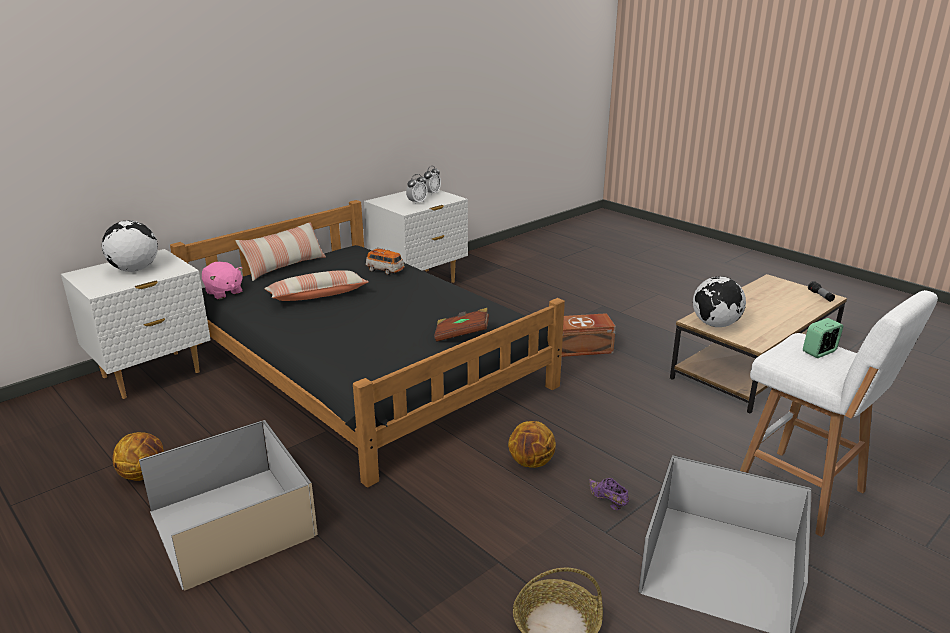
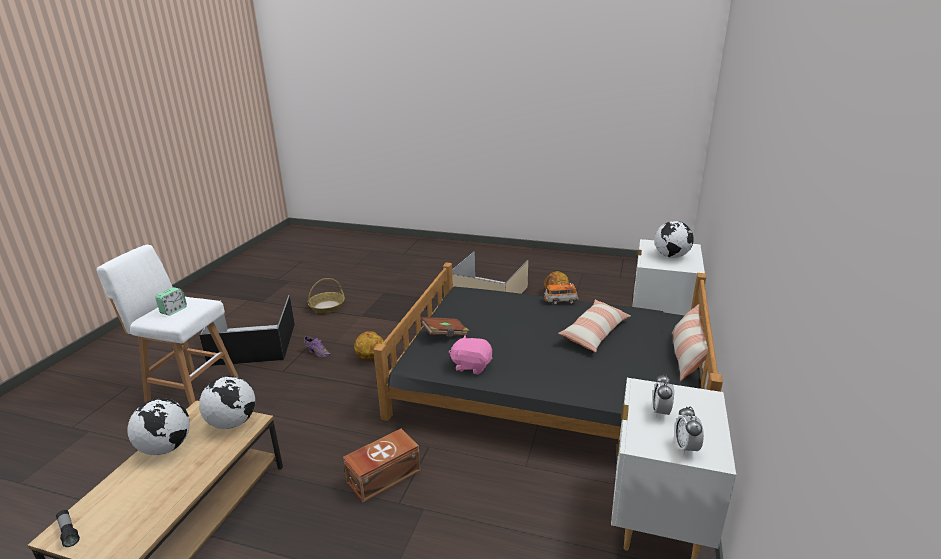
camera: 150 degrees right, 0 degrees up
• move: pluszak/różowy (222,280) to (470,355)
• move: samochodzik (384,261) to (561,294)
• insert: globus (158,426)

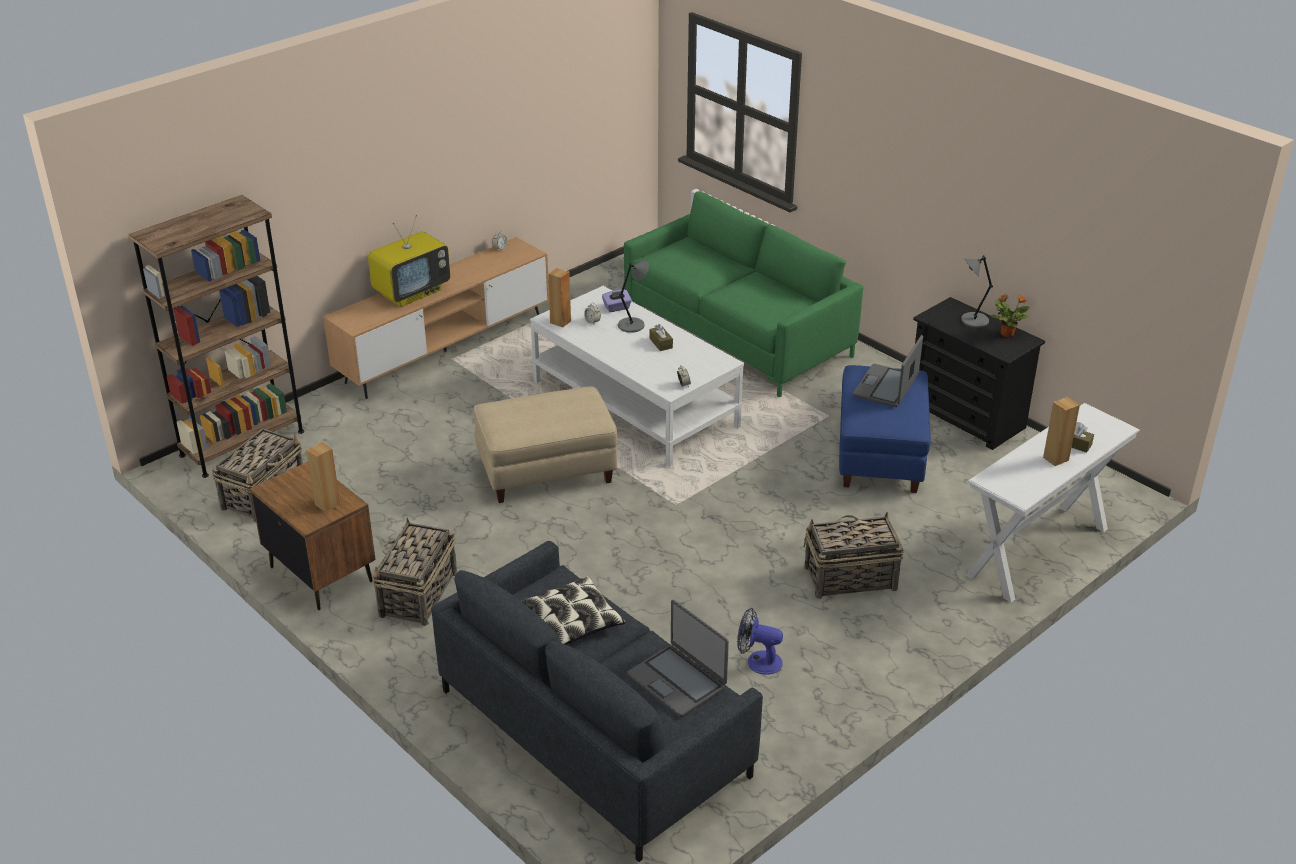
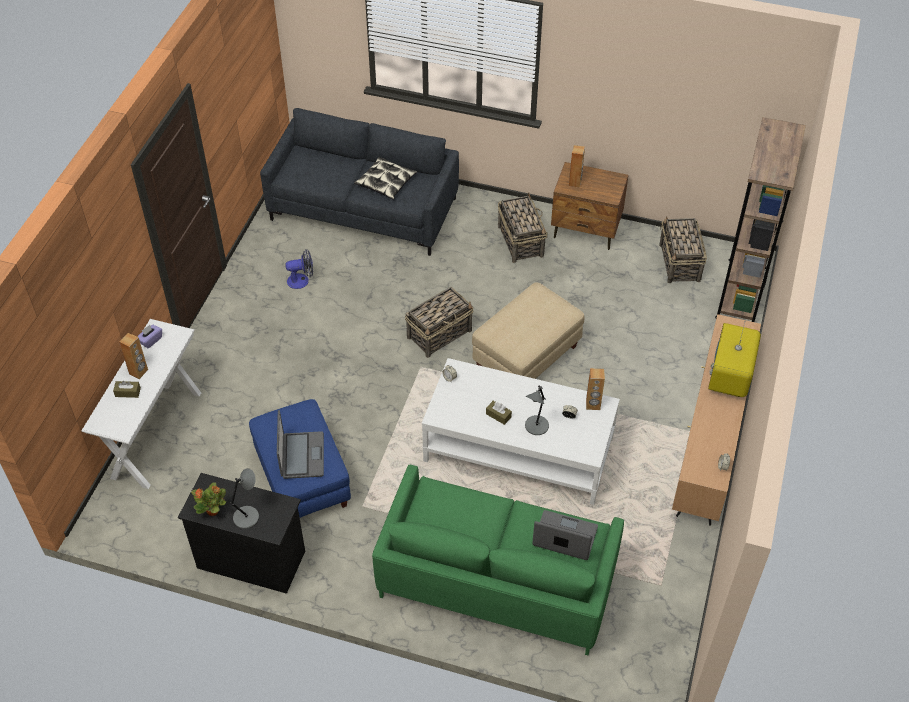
camera: 150 degrees right, 15 degrees up
• move: pudełko chusteczek/fioletowy (617,301) to (149,336)
• move: laptop (678,658) to (565,535)
• move: koszyk (854,555) to (439,322)

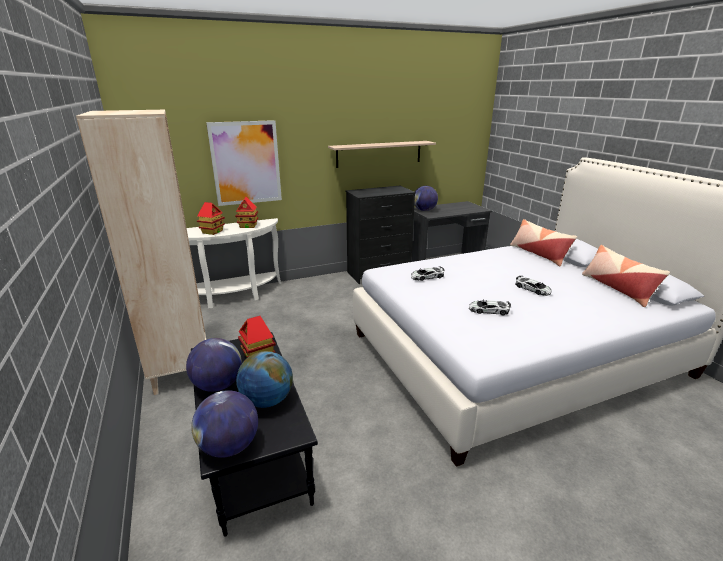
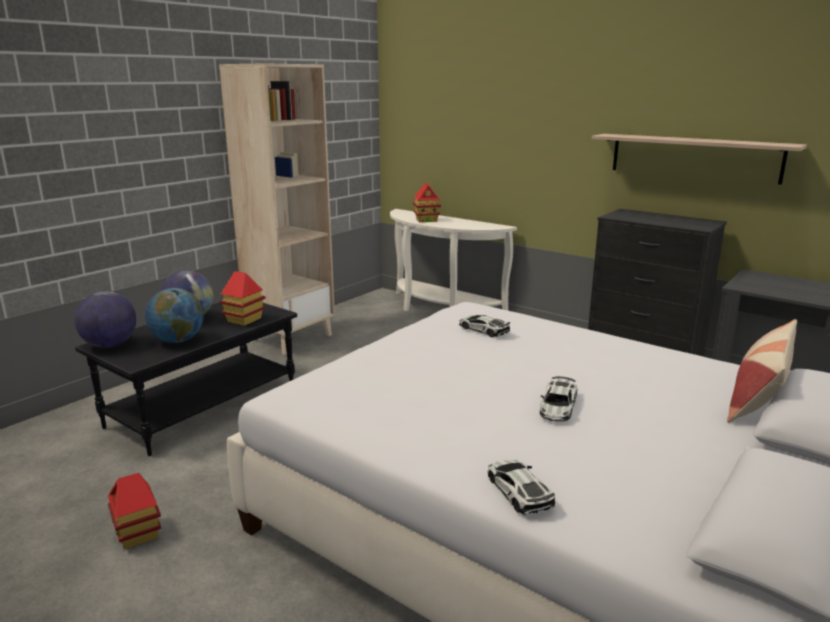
camera: 60 degrees right, 5 degrees down
• delete: obraz (244,163)
• move: domek (246,212) to (134,511)
• delete: globus (426,198)
• move: samochodzik (490,307) to (521,487)
• delete: poduszka (626,276)

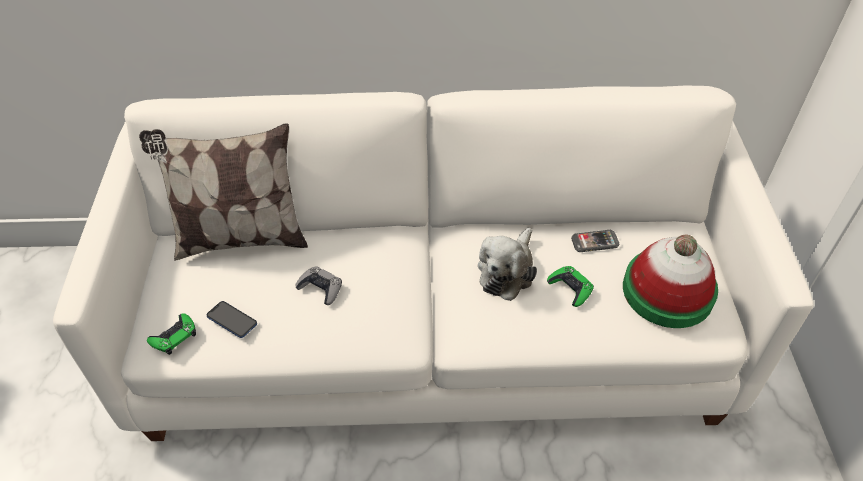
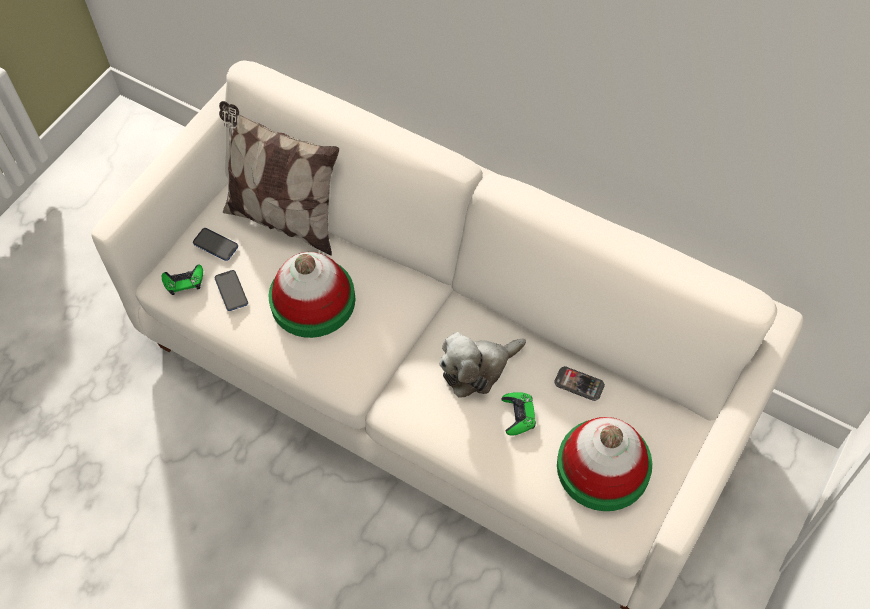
camera: 35 degrees right, 10 degrees up
• replace: pad do gier/szary (319,286) to kapelusz (312,295)
• insert: telefon (215,244)

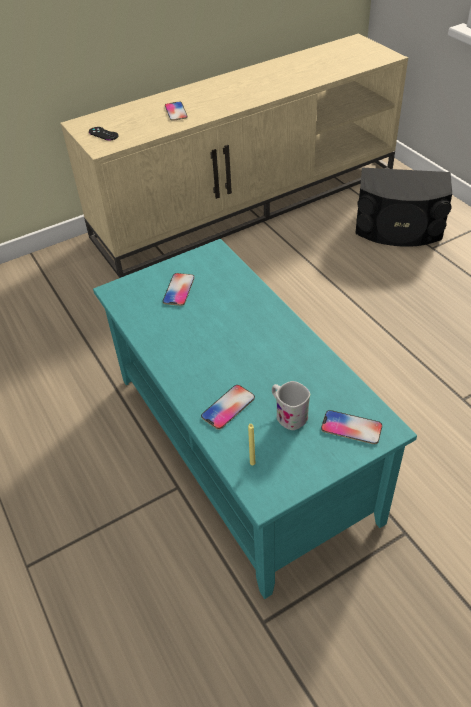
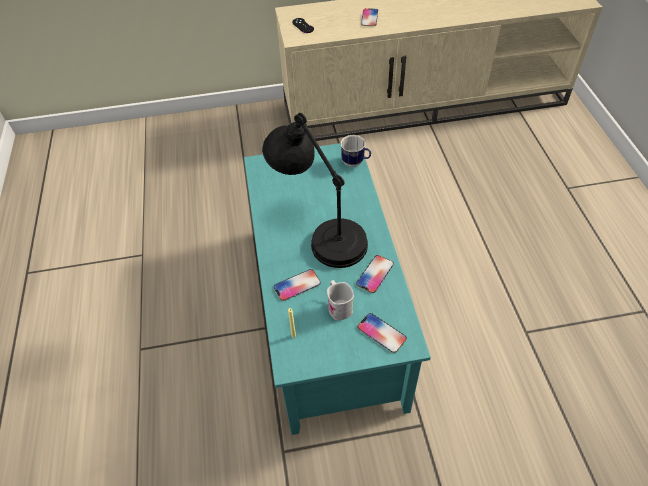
camera: 20 degrees right, 5 degrees up
• move: telefon (179,289) to (375,274)
• delete: głośnik/czarny (403,207)
• insert: lampa stołowa/czarny (315,190)
• insert: kubek (356,151)

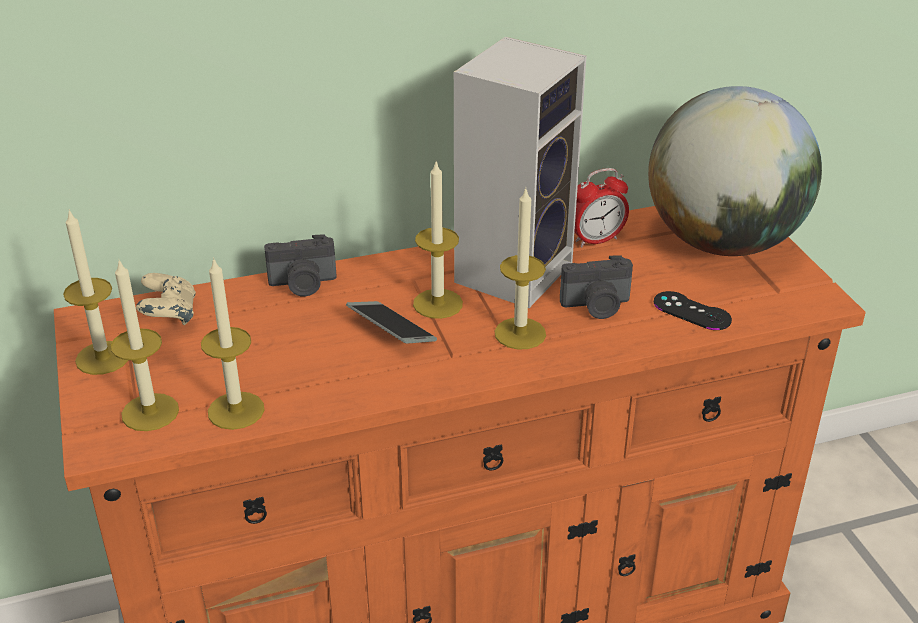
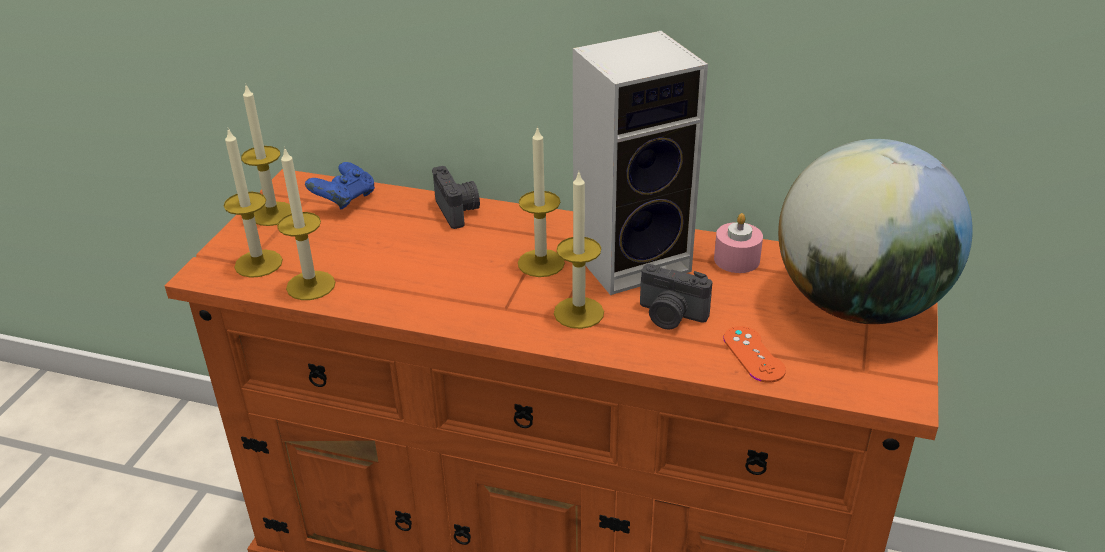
camera: 35 degrees right, 0 degrees up
• recolor: pad do gier/beżowy (166,299) to pad do gier/niebieski (340,186)
• rotate: aparat fotograficzny (300,265) = (456,197) 135 degrees counterclockwise
• delete: telefon (391,322)
• replace: budzik (602,207) to świeca/różowy (738,243)
• recolor: pad do gier/czarny (693,310) to pad do gier/pomarańczowy (755,354)

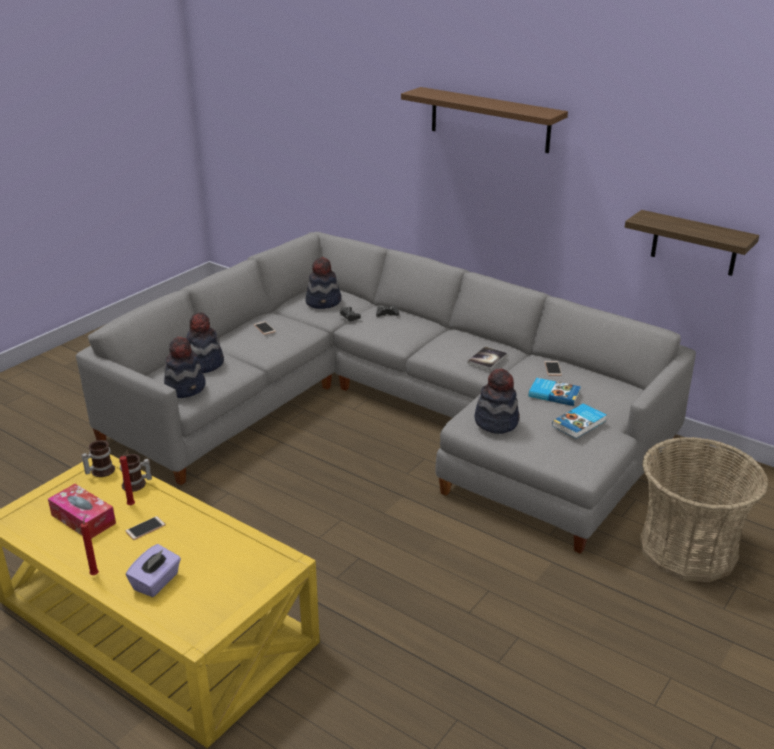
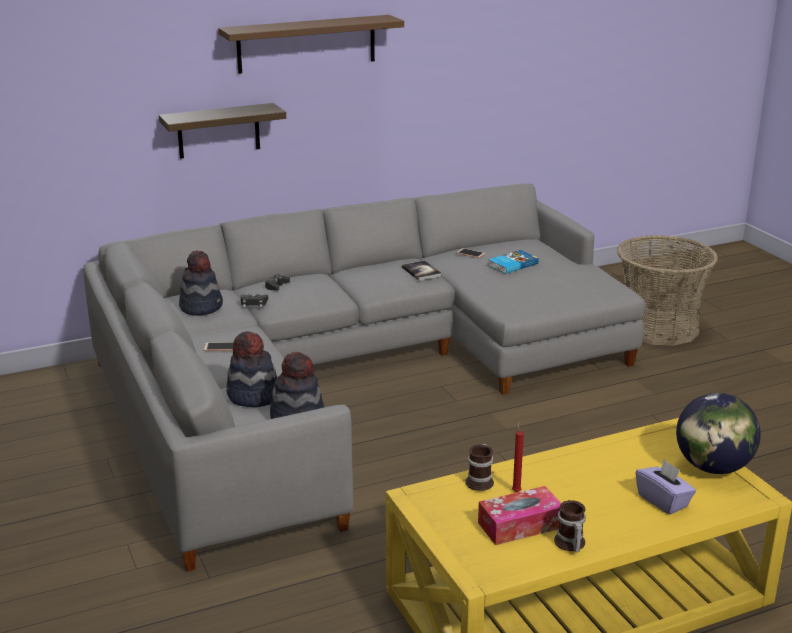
camera: 60 degrees left, 5 degrees down
• delete: świeca/czerwony (89,544)
• move: kubek (98,458) to (570,526)
• delete: telefon (145,528)
• delete: kapelusz (497,401)
• delete: książka (579,421)
• move: półka (692,243) to (222,131)
• insert: globus (718,433)

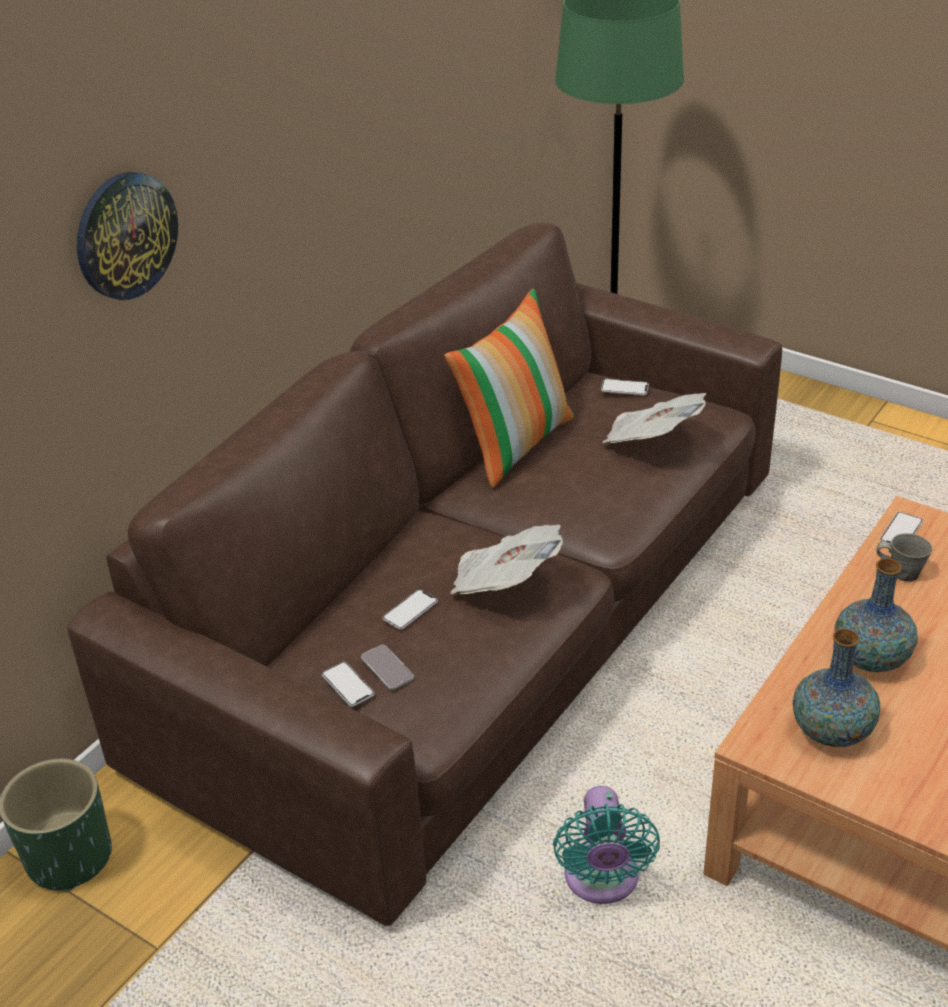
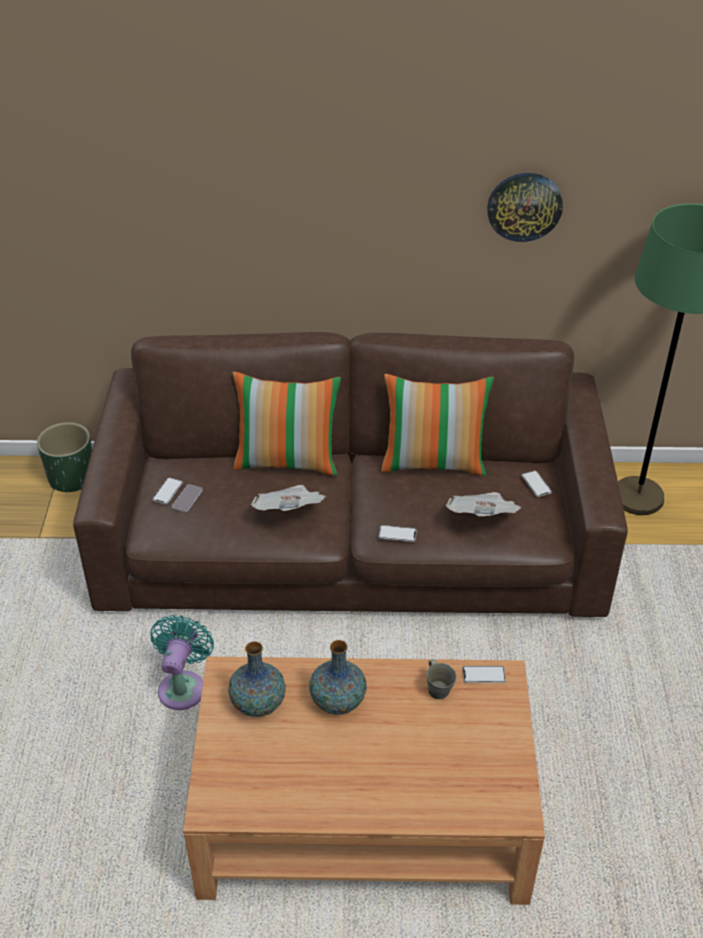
camera: 55 degrees right, 5 degrees up
• move: zegar ścienny (127,236) to (525,207)
• move: telefon (410,609) to (397,533)
• rotate: wentylator/turkusowy (606,845) = (182,662) 135 degrees clockwise
• insert: poduszka (287,424)

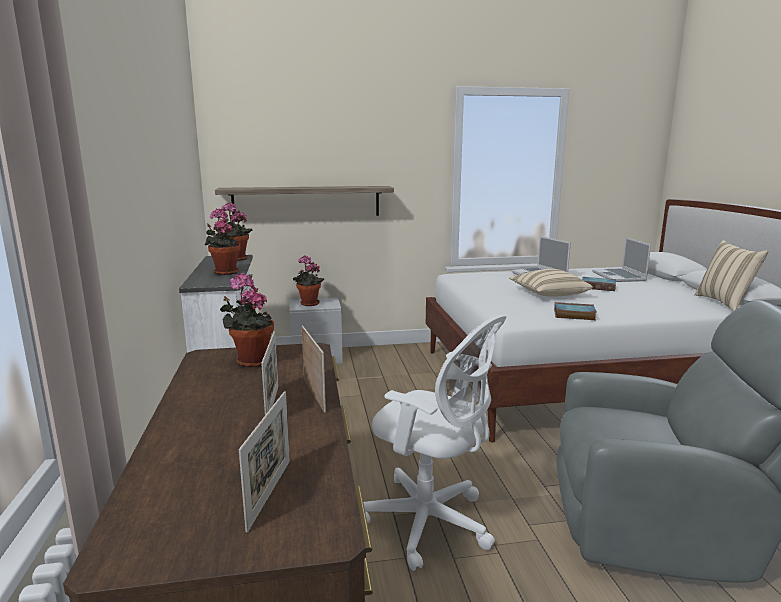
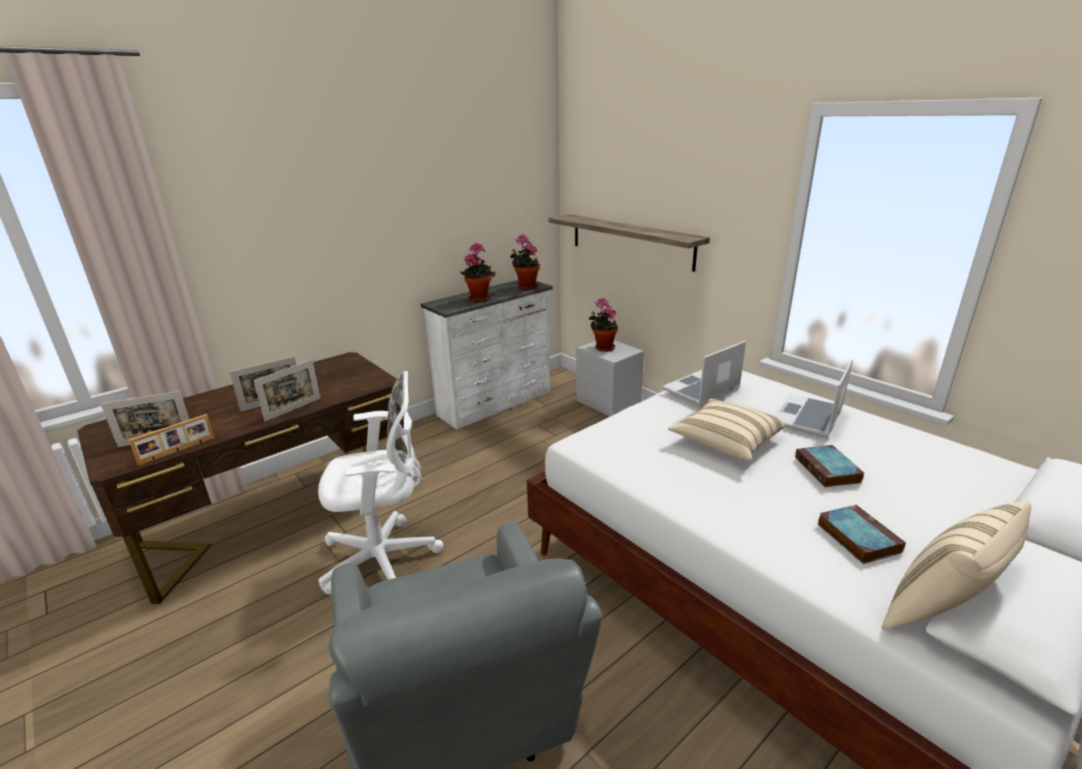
camera: 60 degrees right, 10 degrees up
• delete: roślina doniczkowa (247,320)
• rotate: krzesło biurowe/biały (435,443) = (380,483) 105 degrees counterclockwise
• move: książka (575,311) to (862,534)
• move: laptop (621,259) to (704,373)
• insert: ramka na zdjęcie (172,439)

